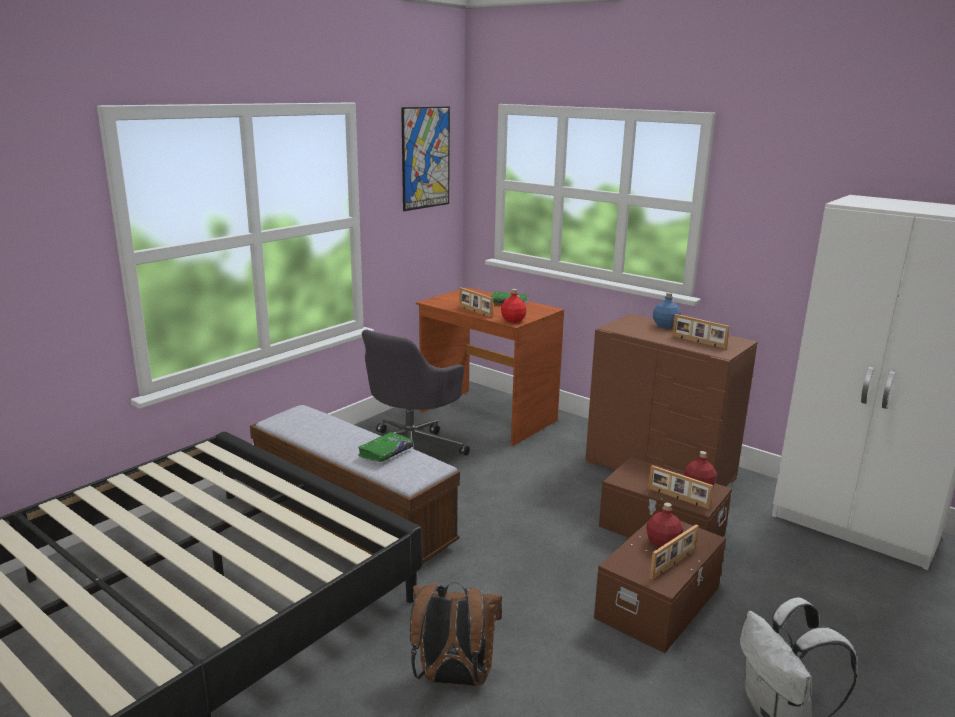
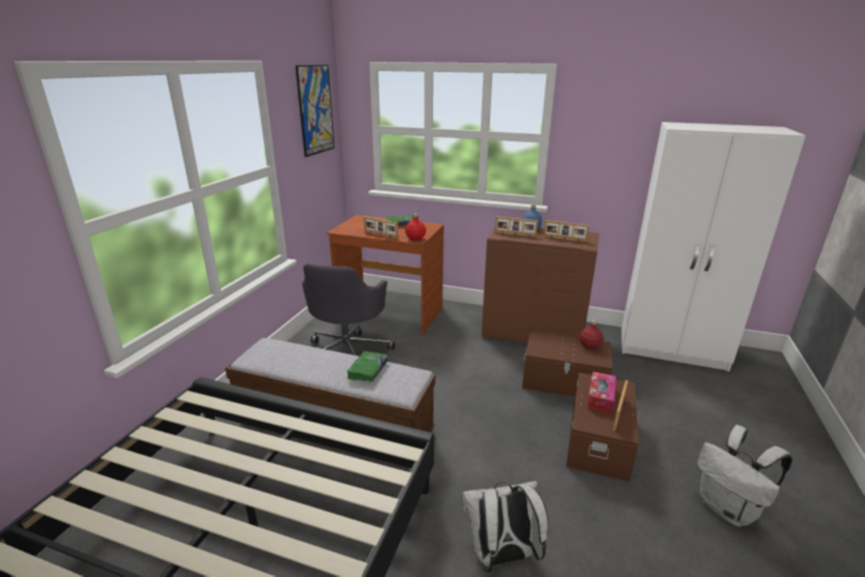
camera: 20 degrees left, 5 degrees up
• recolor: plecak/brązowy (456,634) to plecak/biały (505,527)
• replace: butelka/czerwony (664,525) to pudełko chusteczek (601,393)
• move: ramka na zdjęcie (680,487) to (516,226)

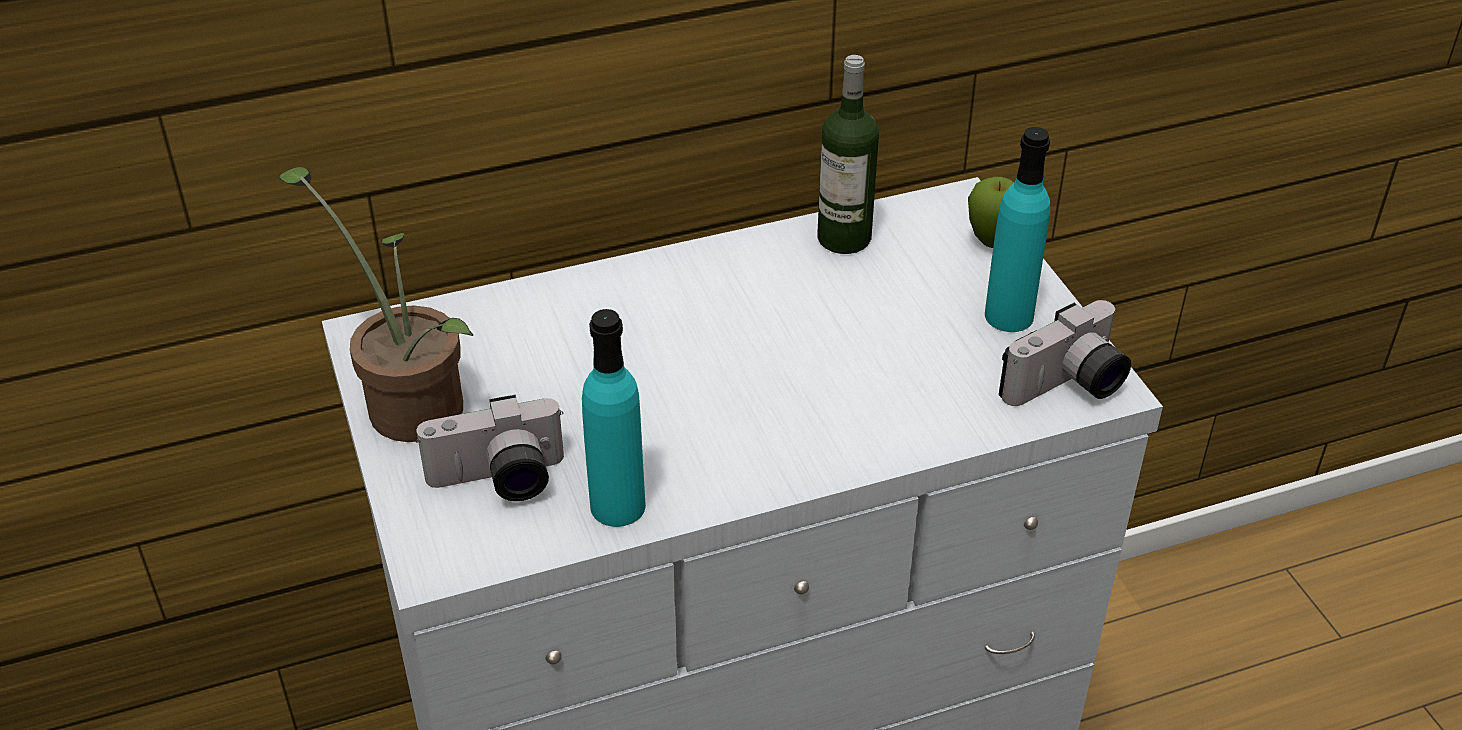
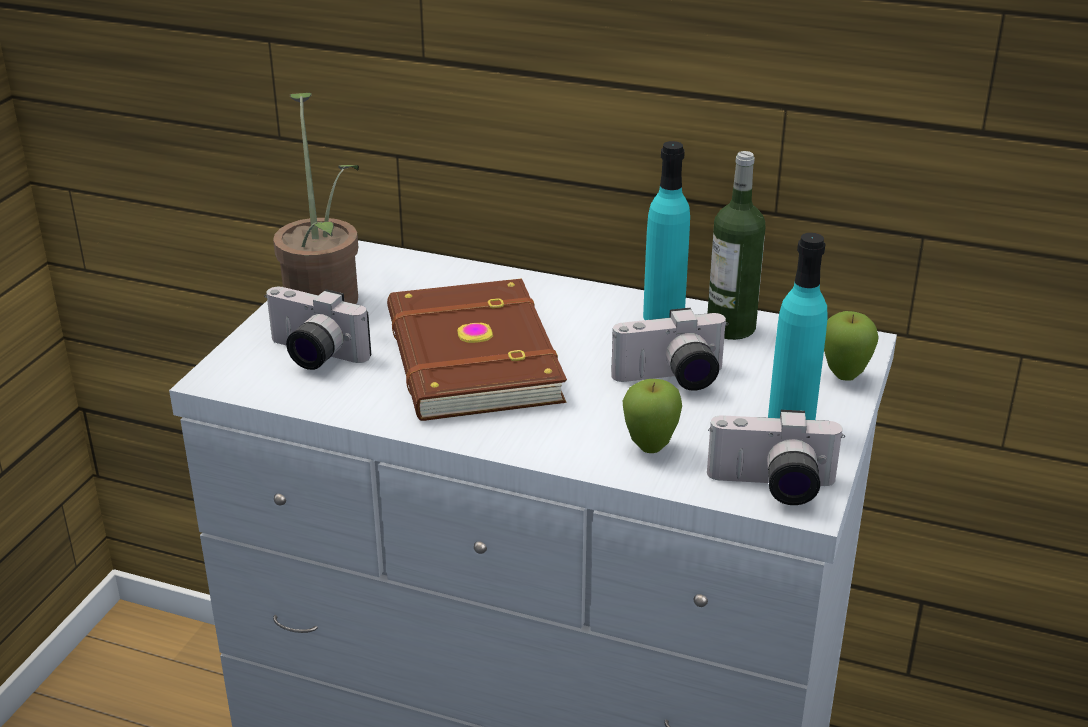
camera: 40 degrees right, 10 degrees down
• move: butelka/turkusowy (614,418) to (666,230)
• insert: książka/brązowy (477,349)
• insert: aparat fotograficzny (670,349)
• insert: jabłko (652,416)

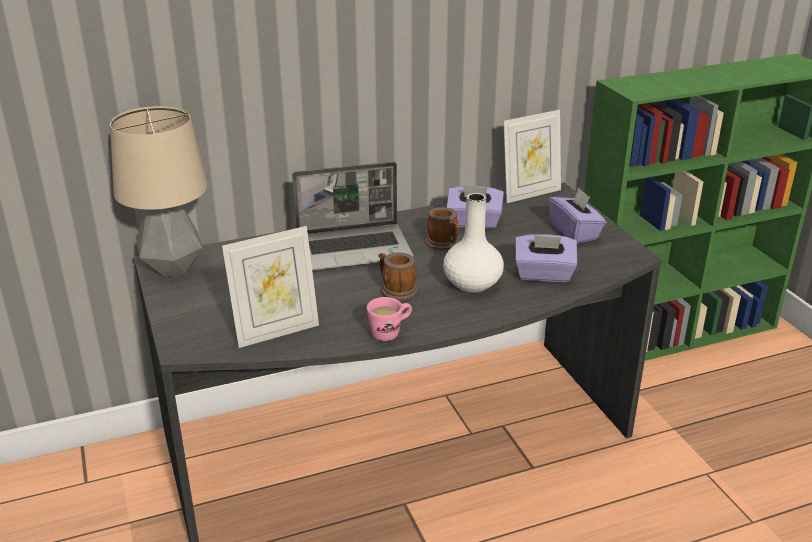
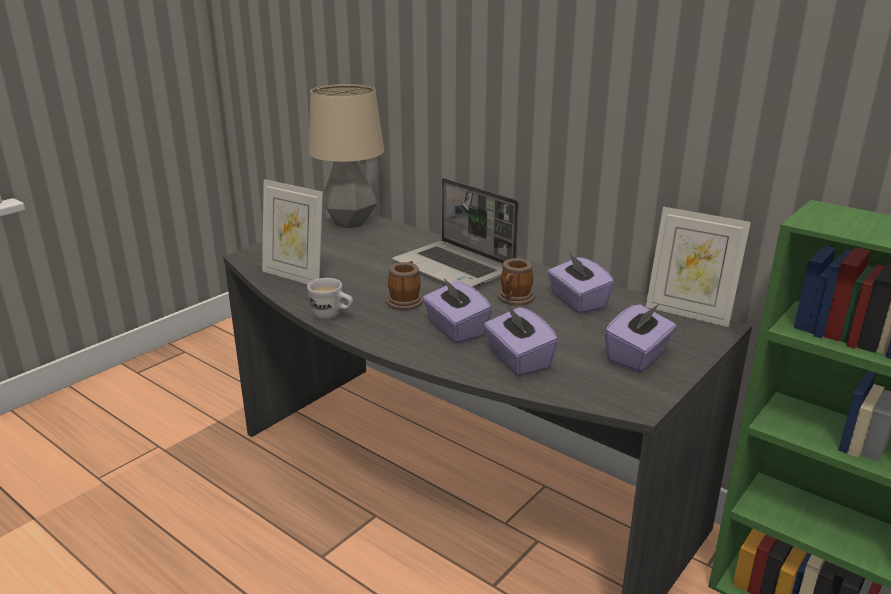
camera: 60 degrees right, 5 degrees down
• recolor: kubek/różowy (389,319) to kubek/biały (330,299)
• replace: wazon/biały (473,243) to pudełko chusteczek/fioletowy (457,310)

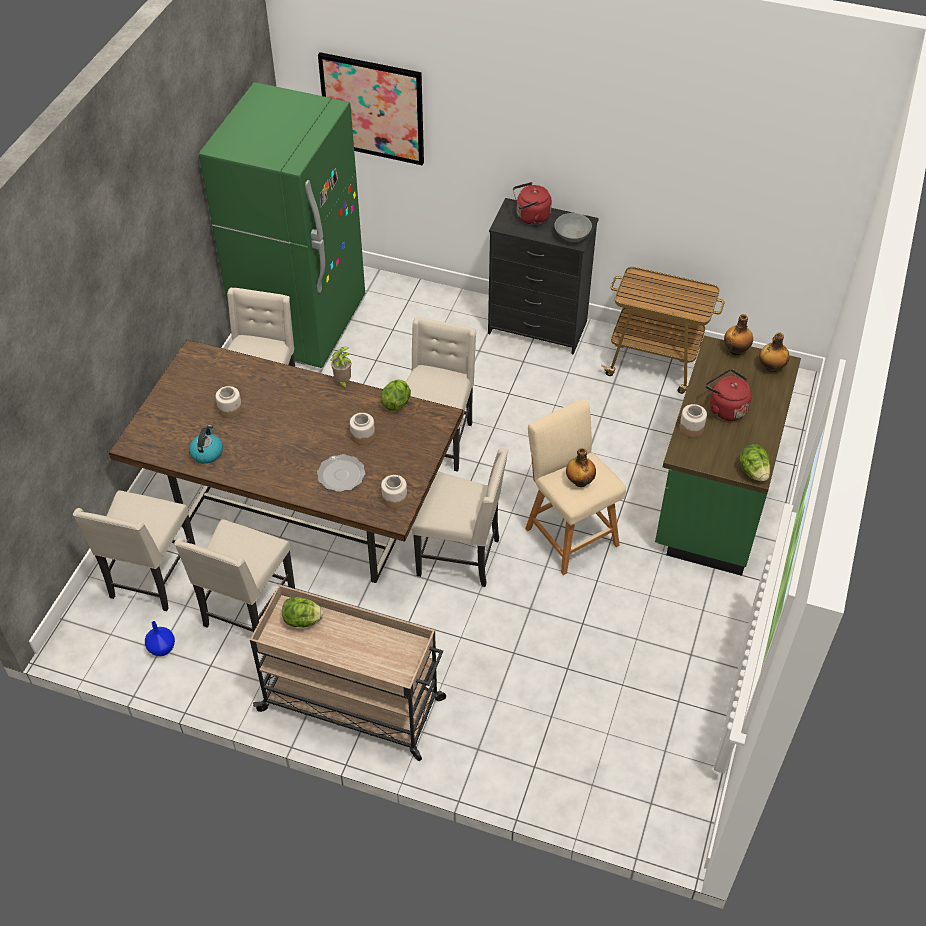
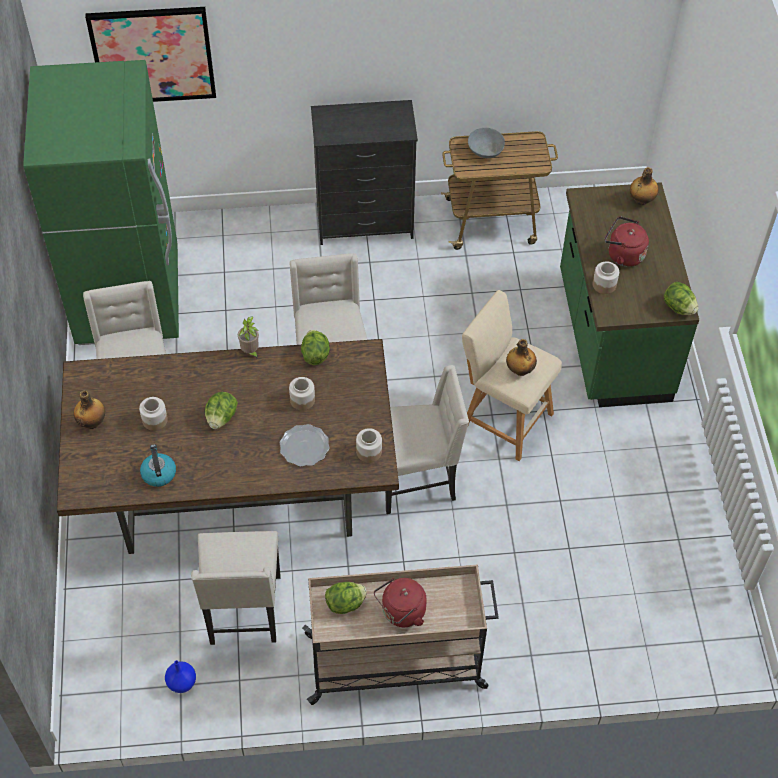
camera: 25 degrees left, 5 degrees up
• delete: krzesło/beżowy (134,550)
• move: czajnik/czerwony (532,203) to (400,602)
• move: miska/szary (573,227) to (486,143)
• move: butelka (738,334) to (89,409)
• insert: sałata (221,410)

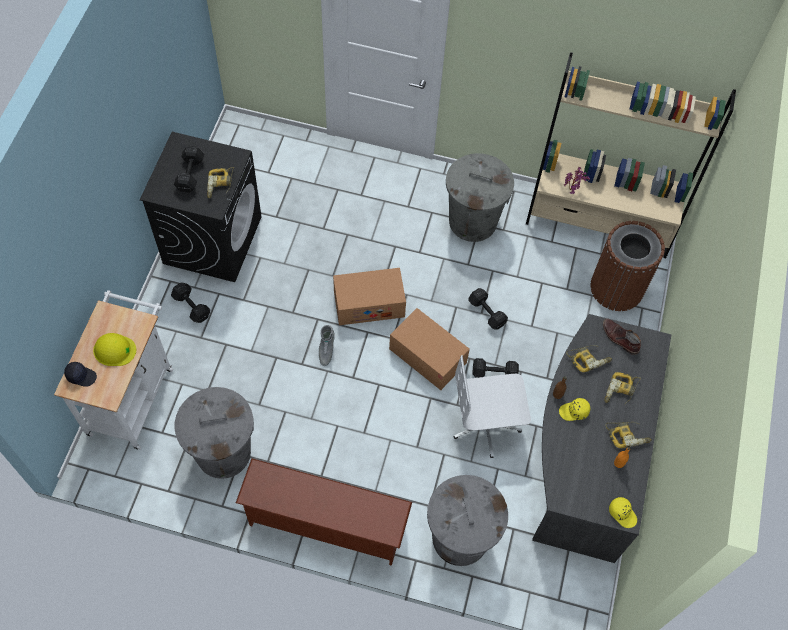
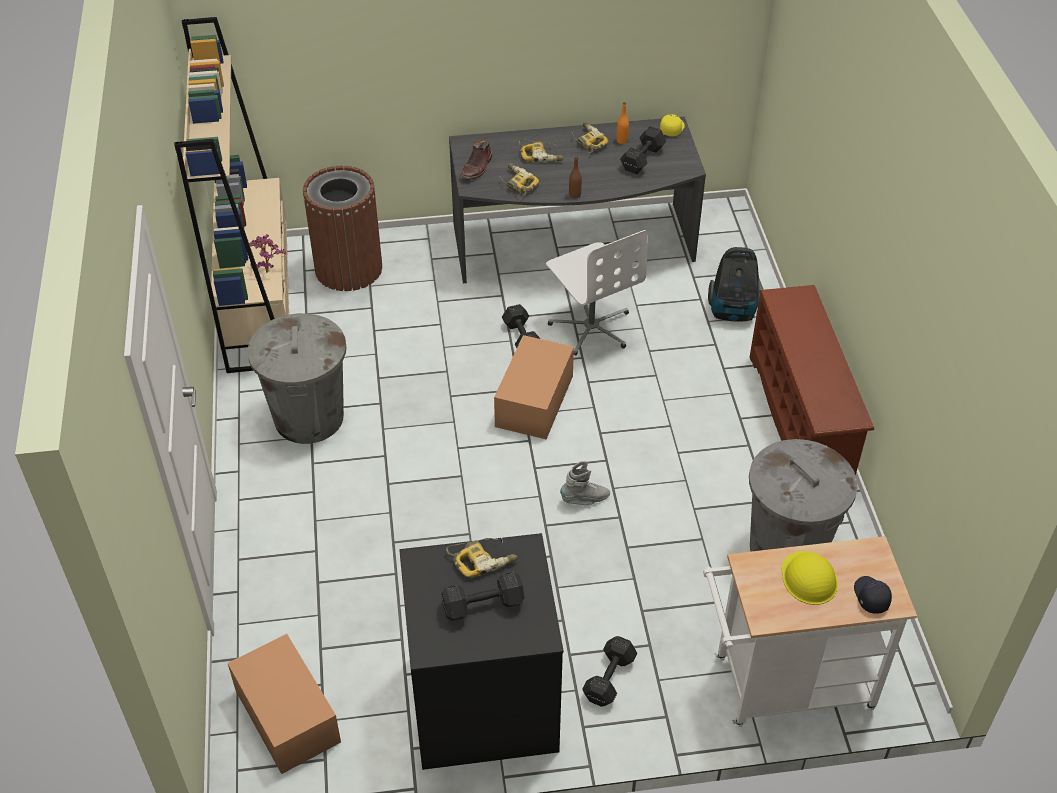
camera: 110 degrees left, 15 degrees down
• move: karton (369,296) to (284,704)
• replace: kosz na śmieci/szary (467,520) to odkurzacz (734,284)
• move: hantel/czarny (488,309) to (643,150)
• delete: czapka z daszkiem/żółty (574,409)

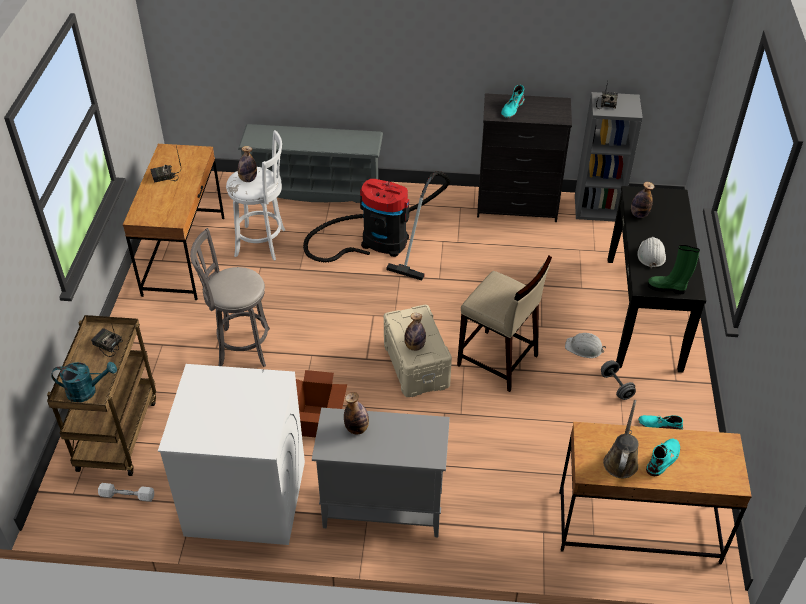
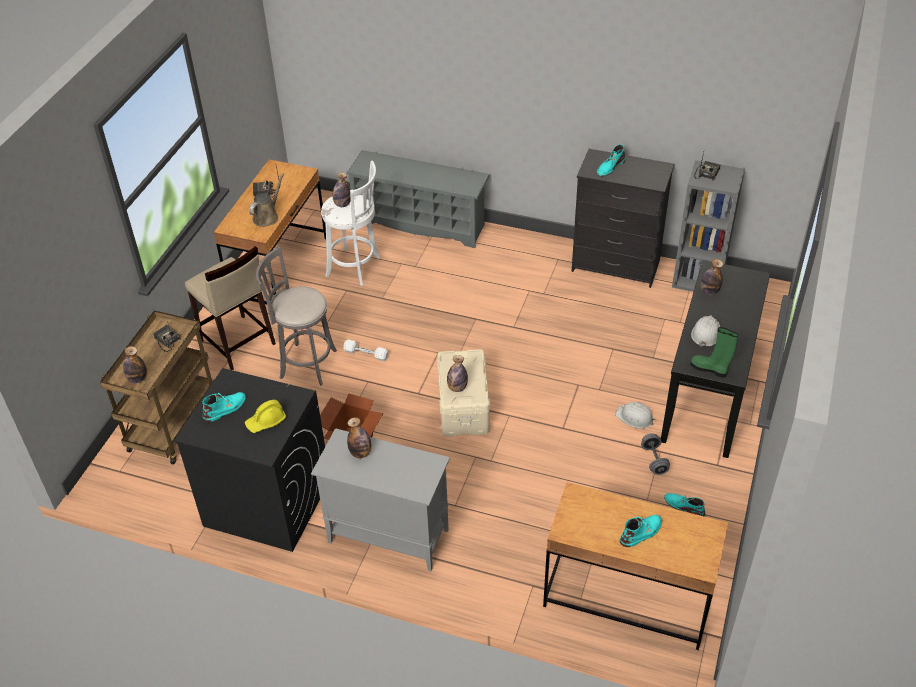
camera: 15 degrees right, 0 degrees up
• replace: konewka/turkusowy (84,382) to butelka (135,364)
• move: hantel/biały (126,492) to (365,350)
• recolor: pralka/biały (231,454) to pralka/czarny (249,460)
• delete: odkurzacz (376,225)
• move: stołek/beżowy (504,323) to (230,308)
• move: konewka/brązowy (621,439) to (266,200)
• insert: but z cholewką/turkusowy (224,407)
• insert: kask/żółty (265,416)

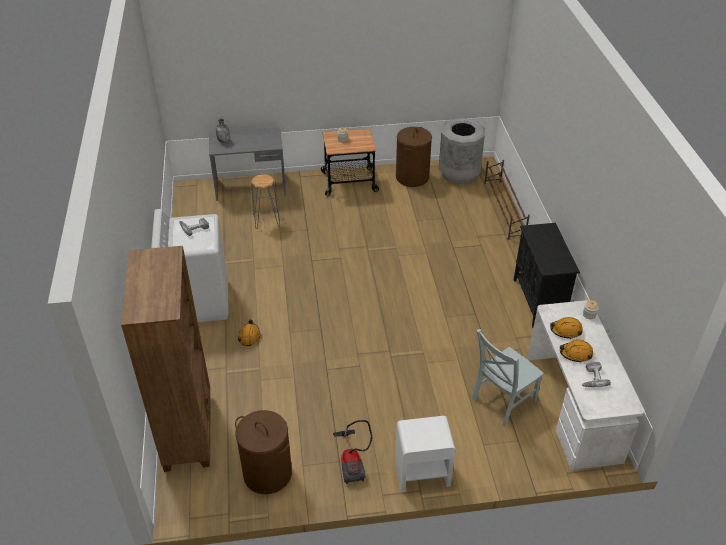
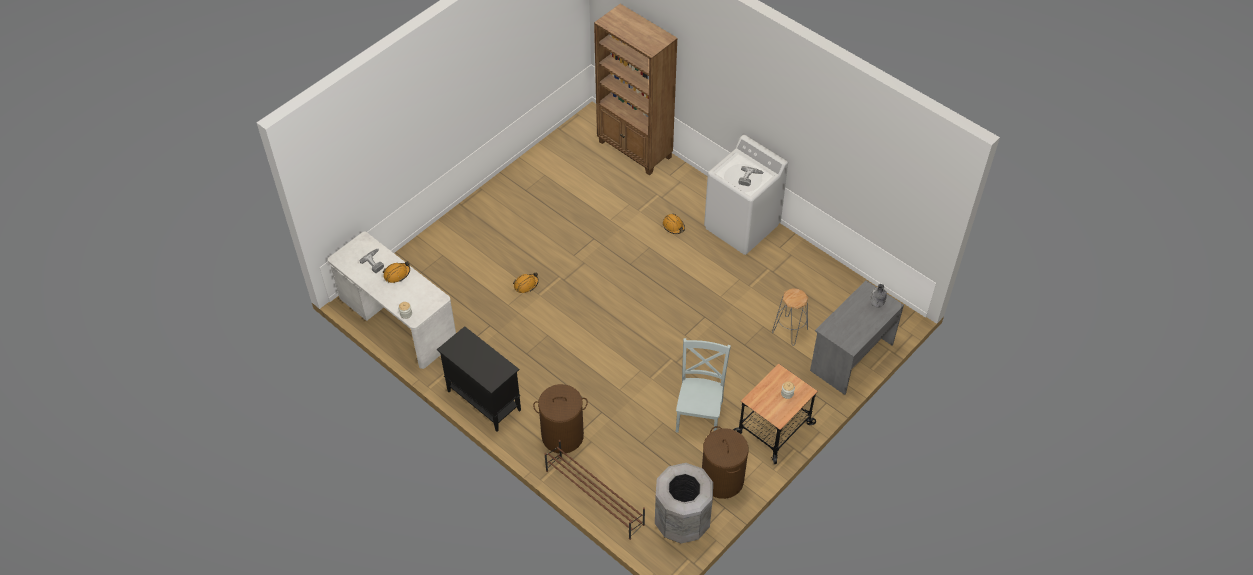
camera: 140 degrees right, 10 degrees up
• move: kosz na pranie/brązowy (263,452) to (560,419)
• delete: odkurzacz (352,452)
• delete: szafka nocna/biały (425,454)
• move: krzesło/szary (508,377) to (703,385)
• move: kask/pomarańczowy (566,328) to (526,282)

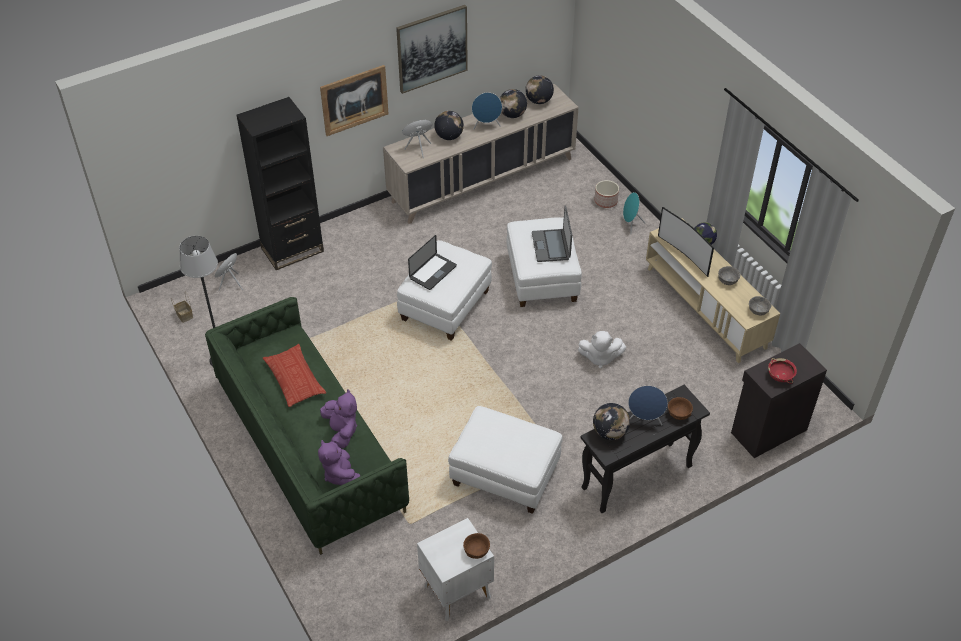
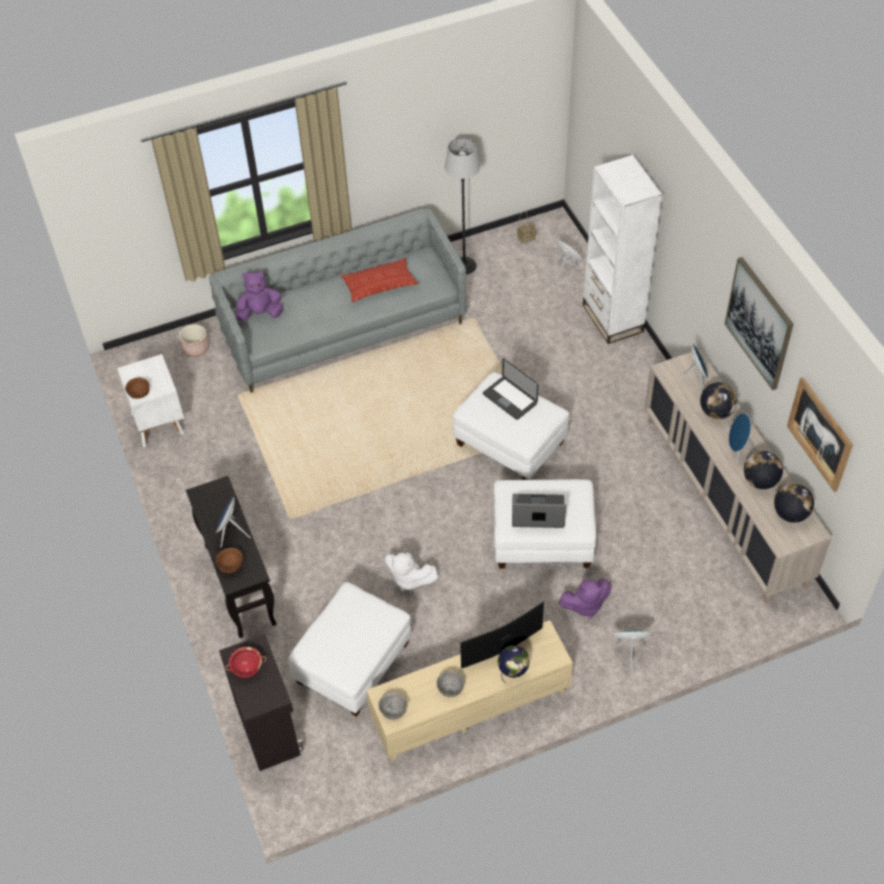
camera: 100 degrees right, 5 degrees up
• recolor: kanapa/zielony (307,426) to kanapa/szary (338,300)
• recolor: regał/czarny (280,183) to regał/biały (622,249)
• move: obraz (354,100) to (820,434)
• move: pluszak/fioletowy (338,419) to (585,598)
• move: pufa/biały (505,460) to (349,649)
• rotate: pluszak/biały (602,349) = (411,572) 75 degrees counterclockwise
• delete: globus (611,421)
• move: donica (606,194) to (194,340)

